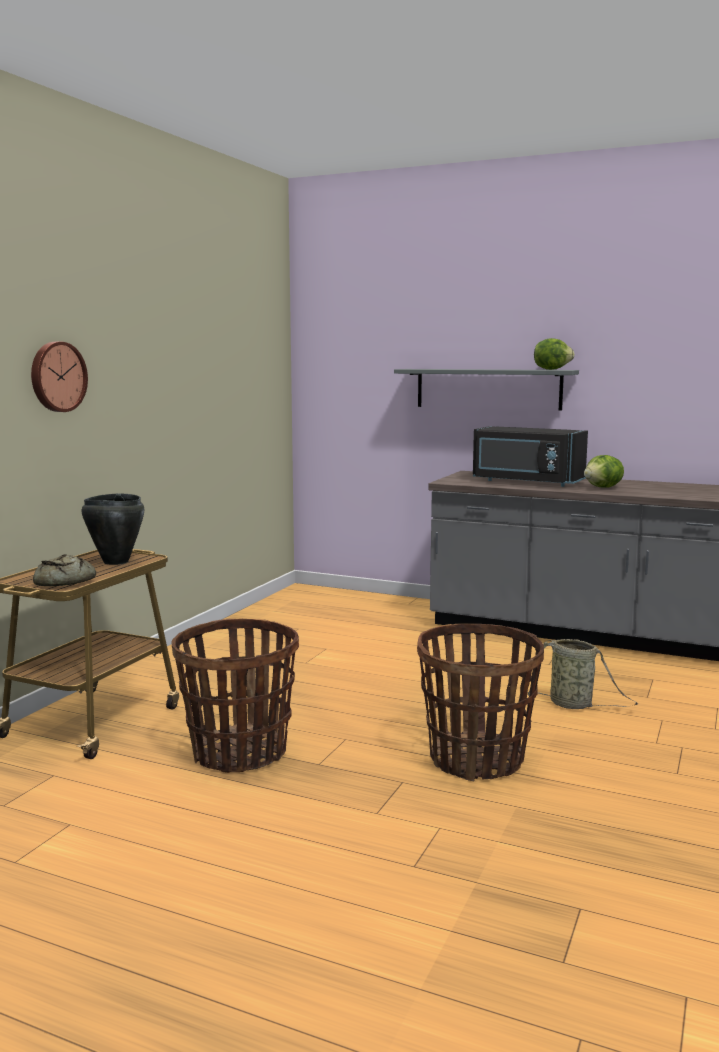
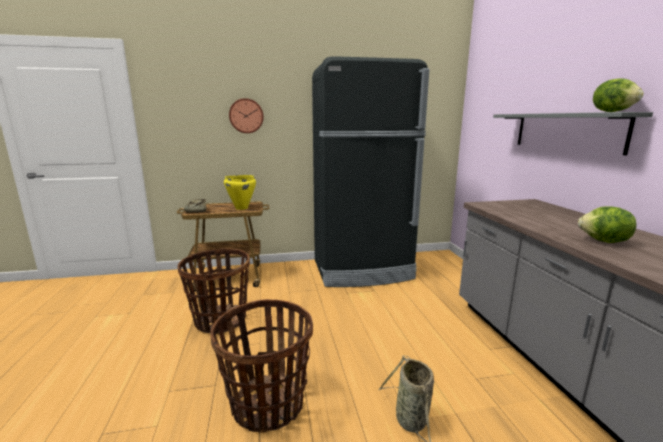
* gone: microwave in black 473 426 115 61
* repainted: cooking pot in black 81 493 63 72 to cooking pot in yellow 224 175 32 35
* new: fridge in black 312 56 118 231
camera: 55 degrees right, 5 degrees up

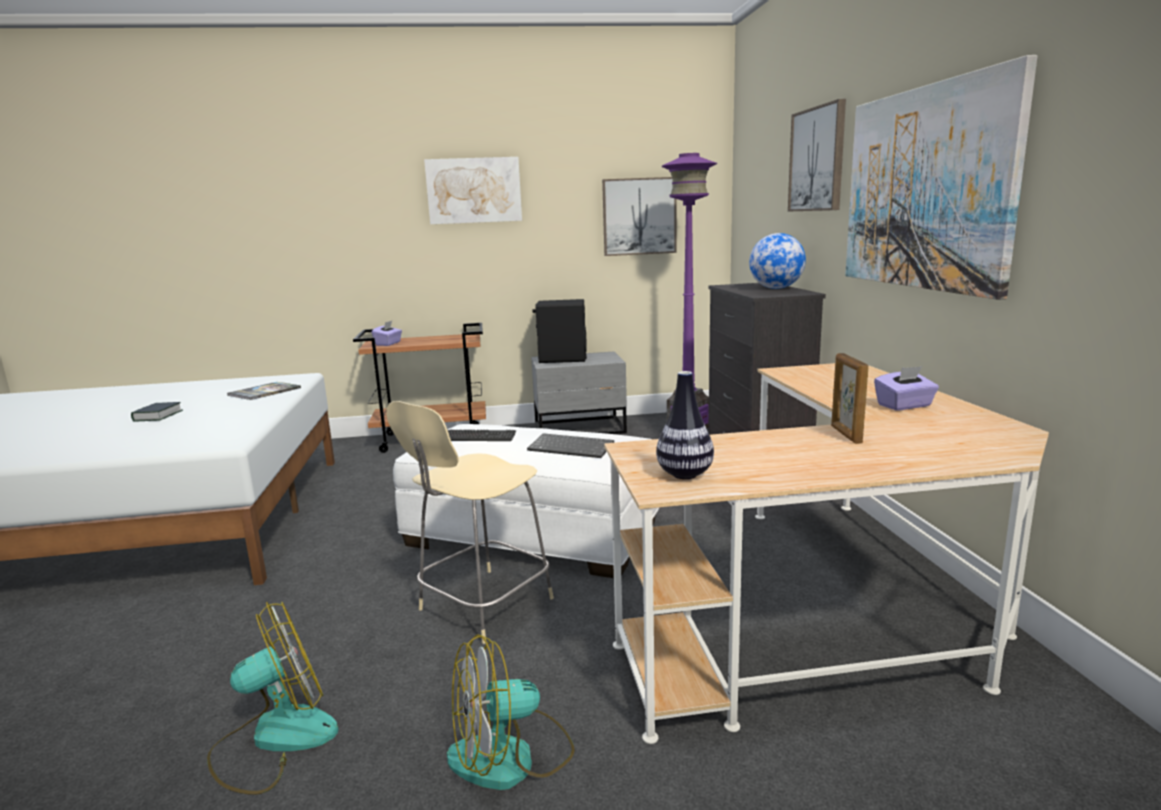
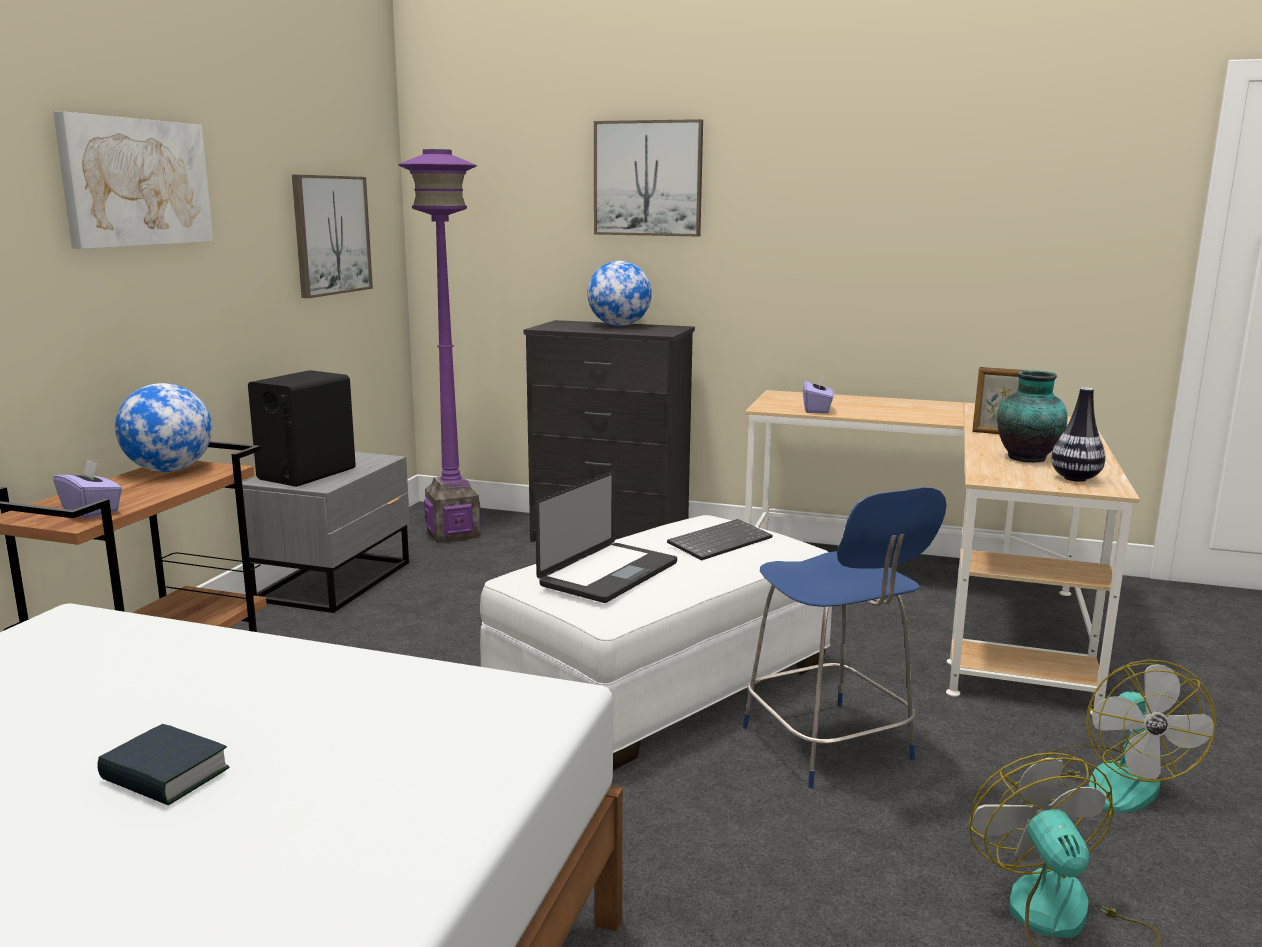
* gone: picture 845 55 192 245
* shifted: tissue box in purple 874 366 65 45 to 803 375 31 39
* gone: book 227 382 74 18
* repainted: chair in beige 386 401 168 243 to chair in blue 743 487 204 301
* swapped: keyboard 448 430 68 11 to laptop 535 470 142 133
* new: vase 997 370 71 92
* new: globe 115 383 97 89
camera: 65 degrees left, 0 degrees up

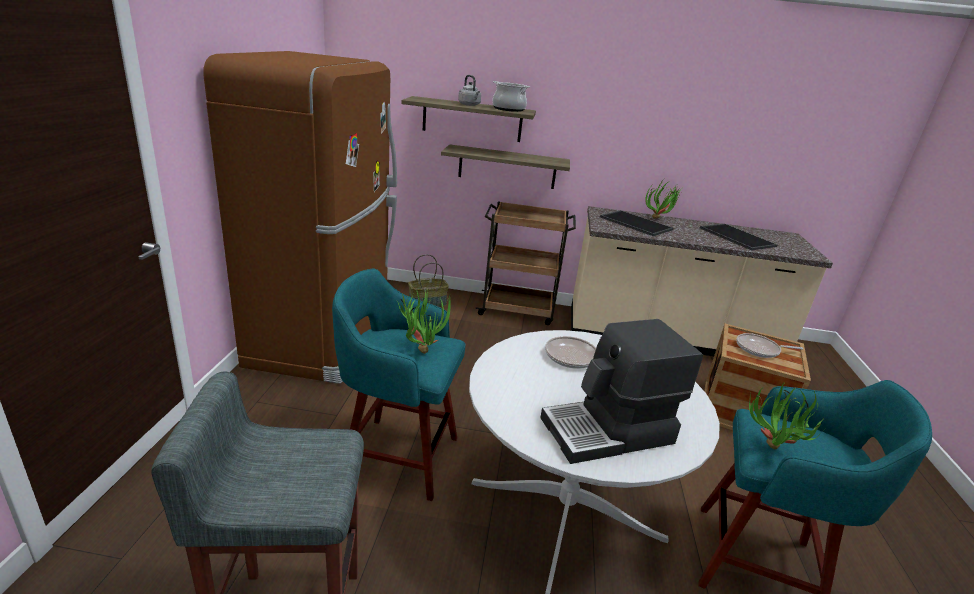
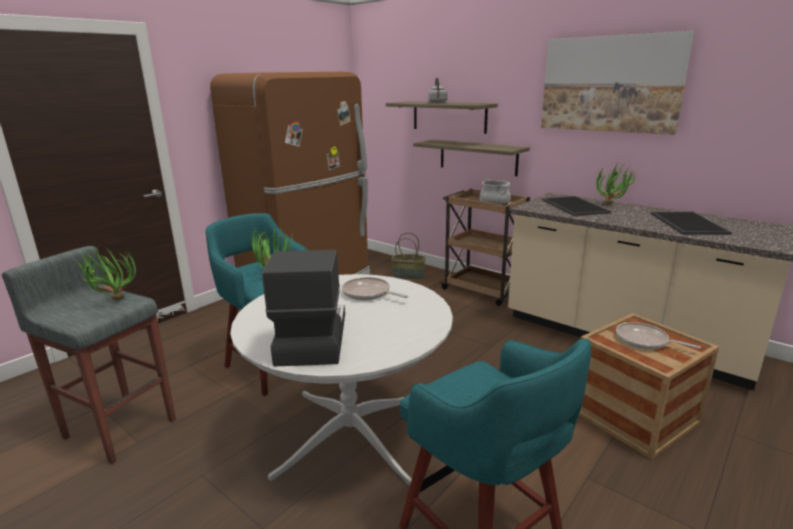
* shifted: cooking pot 492 81 38 31 to 480 179 31 26
* rotated: coffee machine 540 319 163 145 = 262 250 83 116 75 degrees clockwise
* shifted: potted plant 749 382 76 68 to 76 246 60 55
* new: picture 541 31 153 104
camera: 35 degrees right, 5 degrees down

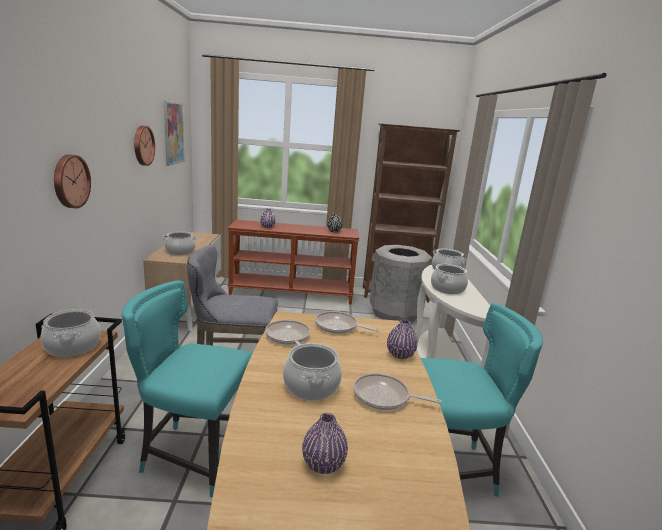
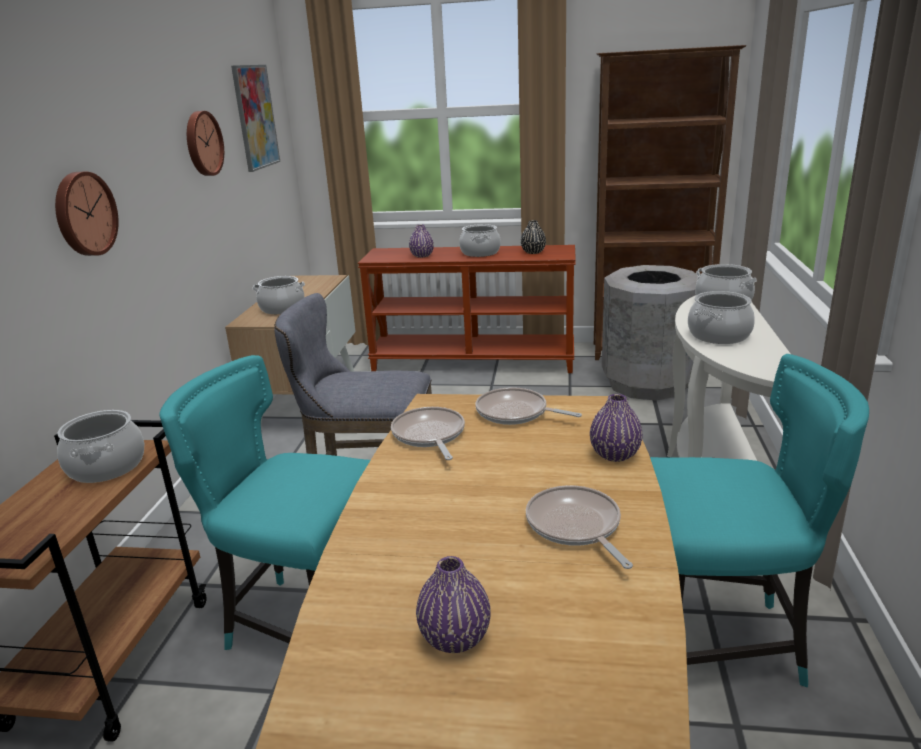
* shifted: cooking pot 283 343 59 58 to 459 224 42 33
* rotated: frying pan 353 373 89 37 = 526 485 107 84 45 degrees clockwise
camera: 10 degrees right, 5 degrees up

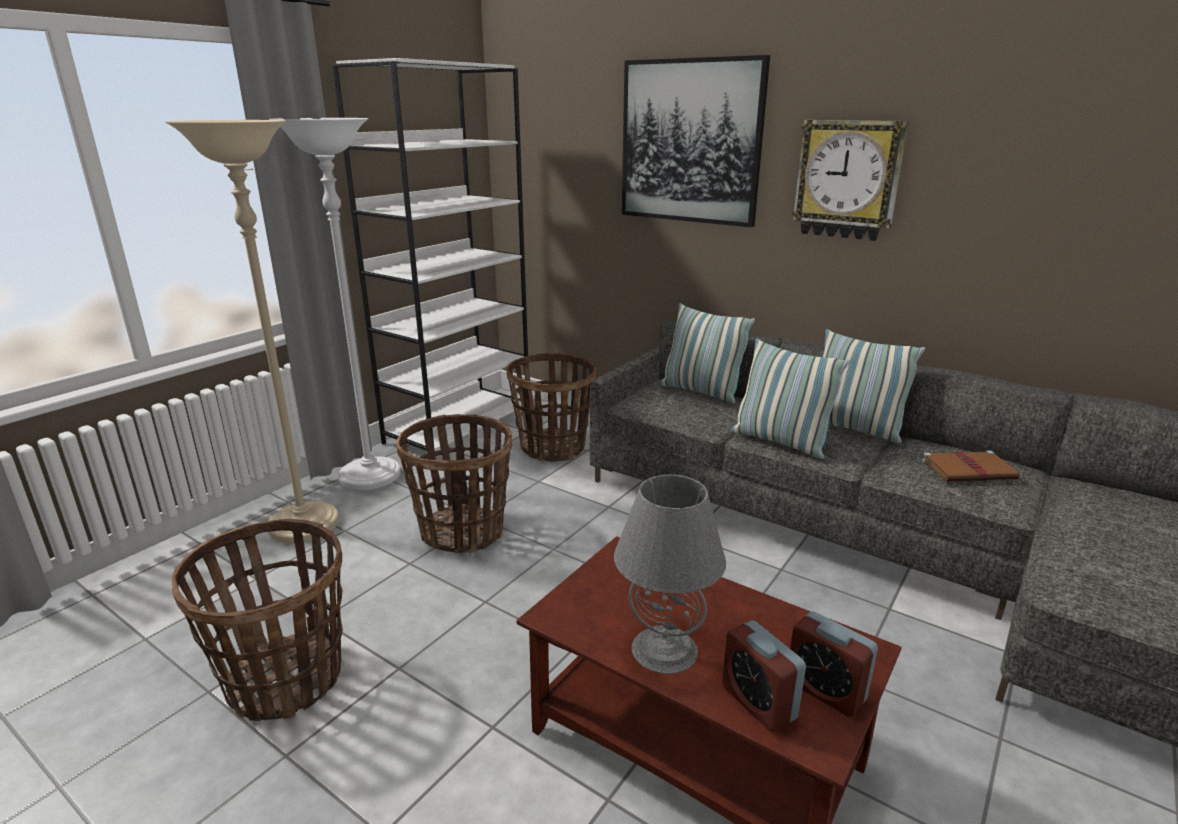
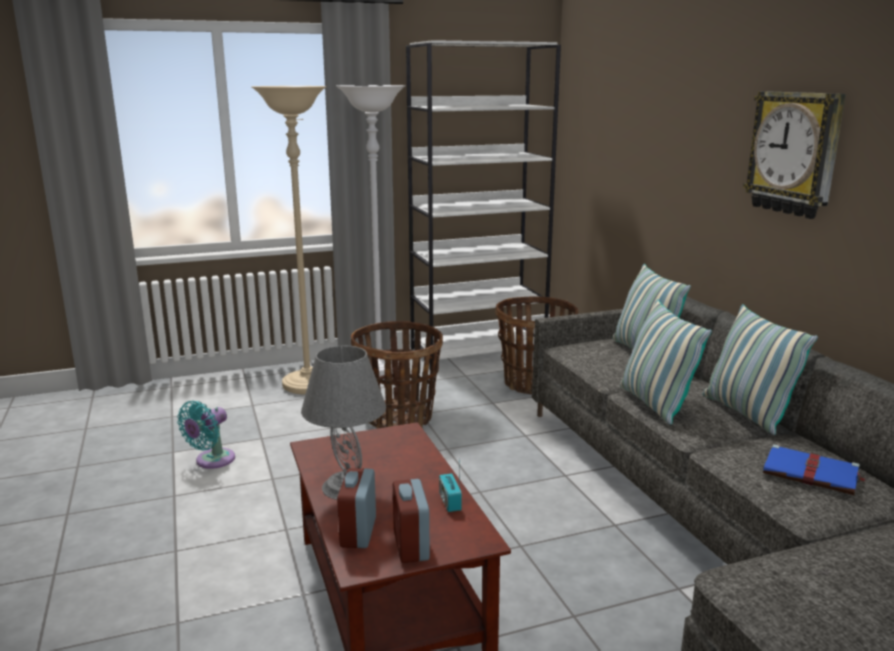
* gone: picture 622 55 148 172
* repainted: book in brown 922 451 97 31 to book in blue 763 444 102 51
* swapped: basket 172 519 171 202 to fan in turquoise 177 401 58 68
* new: radio 439 466 23 46
camera: 35 degrees right, 5 degrees down

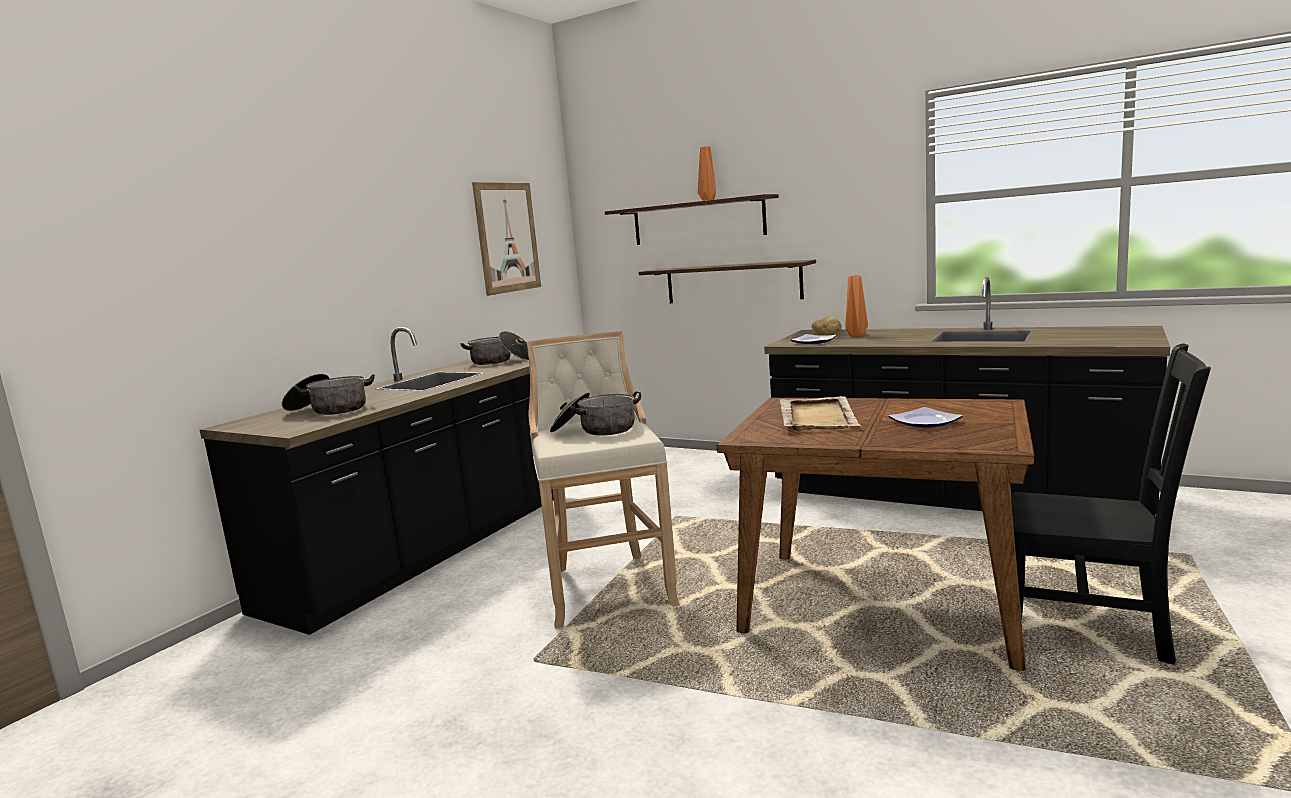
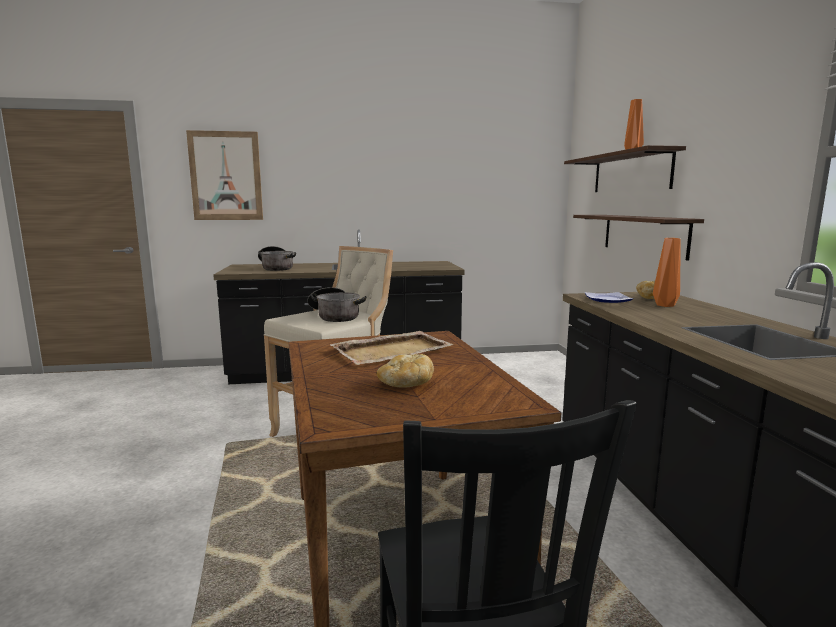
* shifted: picture 472 182 69 114 to 186 130 77 90
* gone: cooking pot 460 331 69 34
* swapped: plate 888 407 75 21 to bread 377 354 57 33
camera: 50 degrees right, 0 degrees up

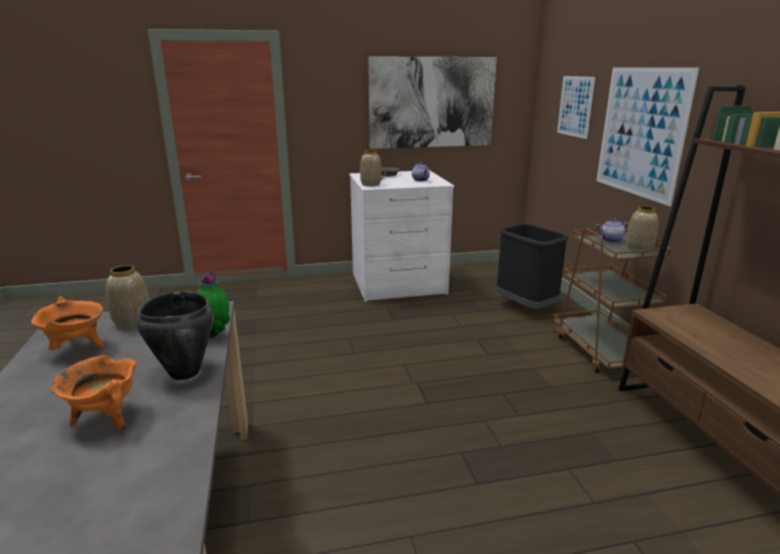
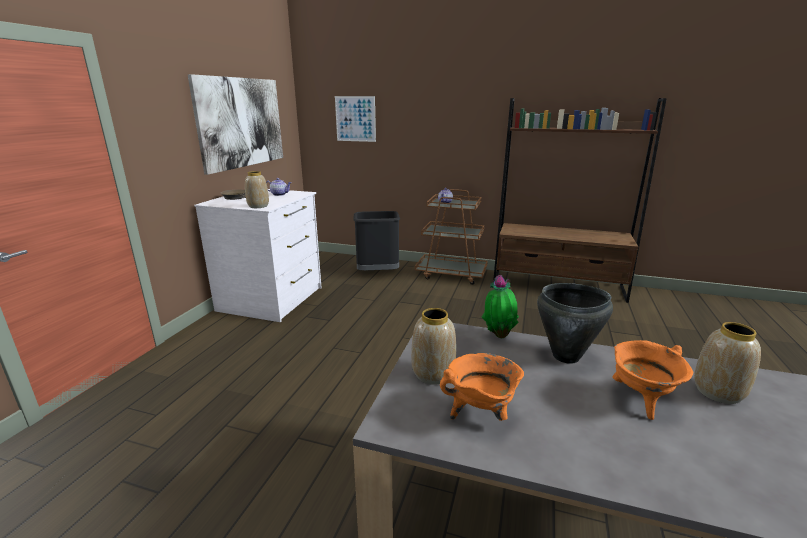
* gone: picture 596 67 103 139
* shifted: vase 626 206 32 45 to 694 322 67 82
camera: 60 degrees left, 0 degrees up

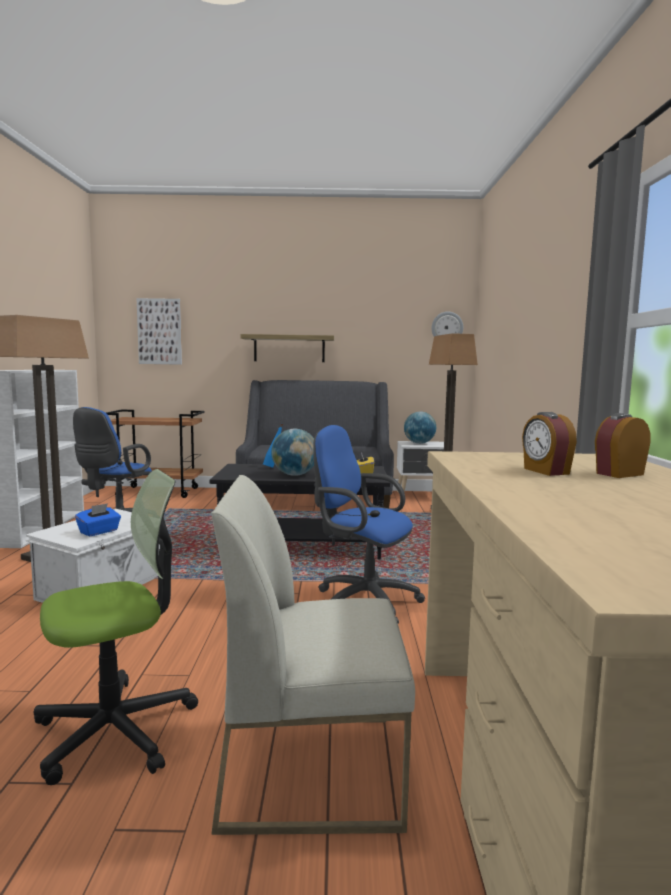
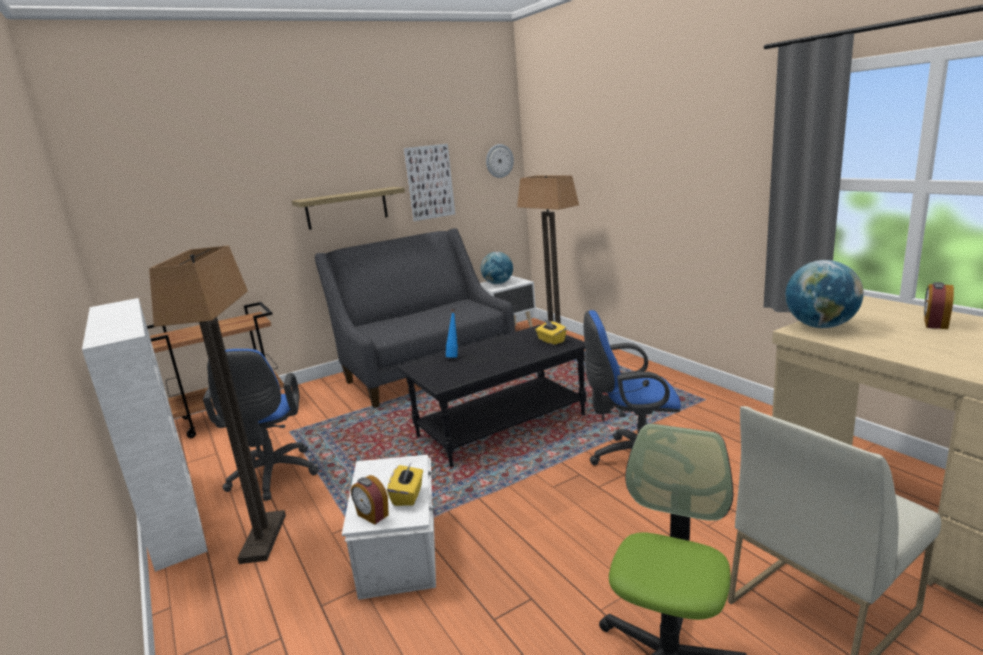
* shifted: picture 137 298 45 67 to 404 144 51 77
* shifted: alarm clock 522 412 55 64 to 351 475 38 49
* shifted: globe 271 429 43 47 to 785 260 79 68
* repainted: tissue box in blue 75 503 46 33 to tissue box in yellow 387 463 36 43
camera: 30 degrees left, 10 degrees up

